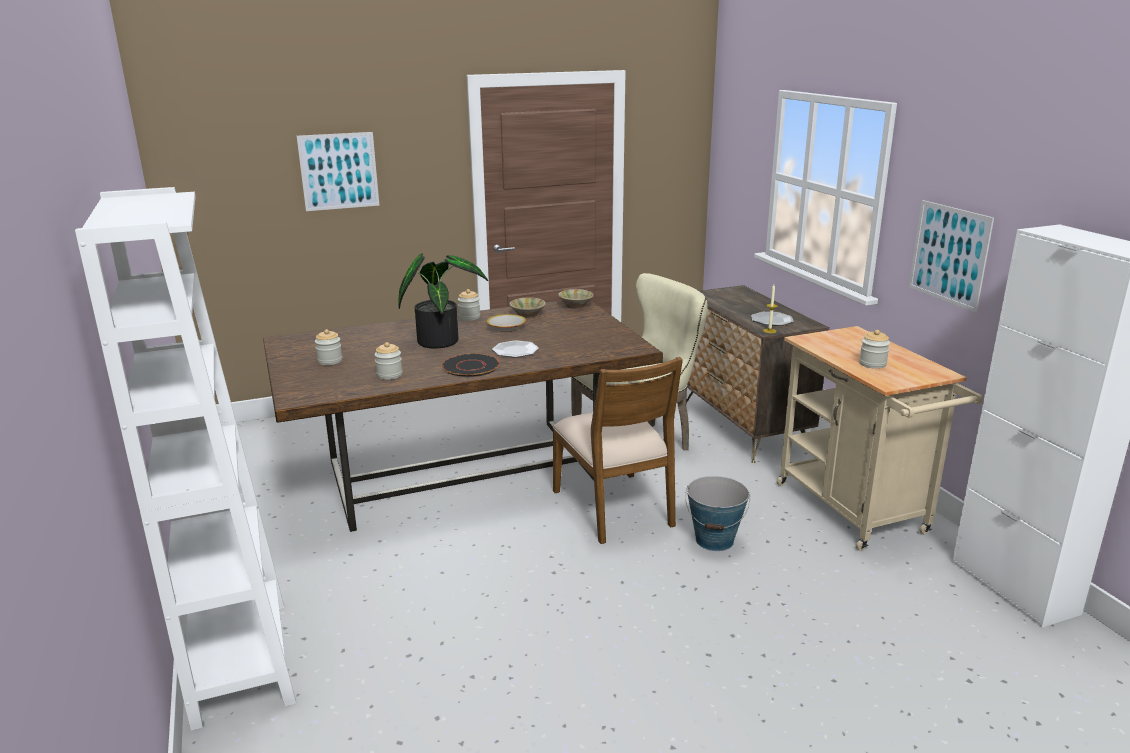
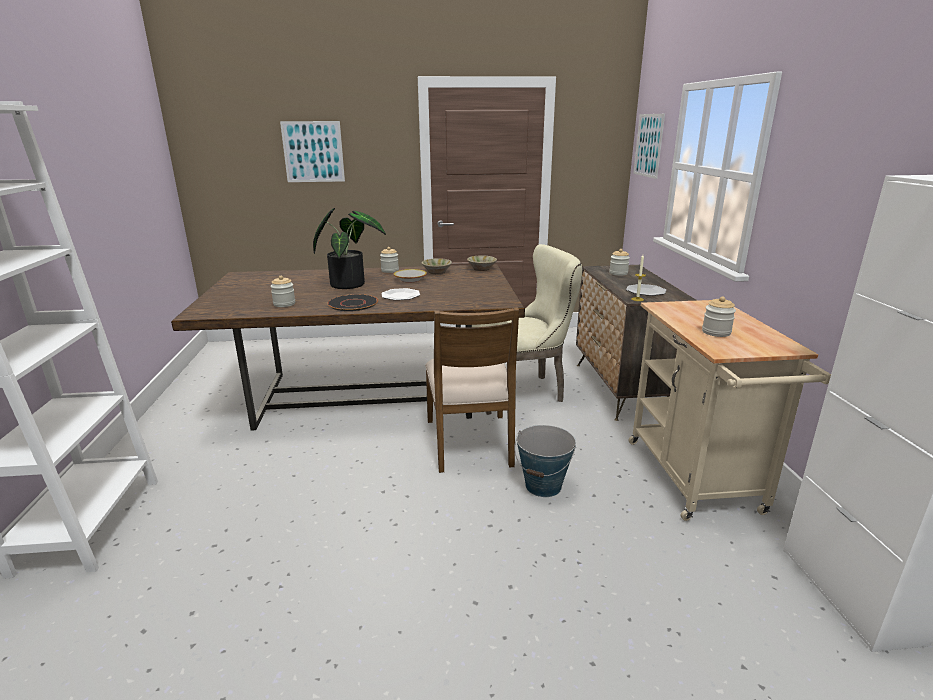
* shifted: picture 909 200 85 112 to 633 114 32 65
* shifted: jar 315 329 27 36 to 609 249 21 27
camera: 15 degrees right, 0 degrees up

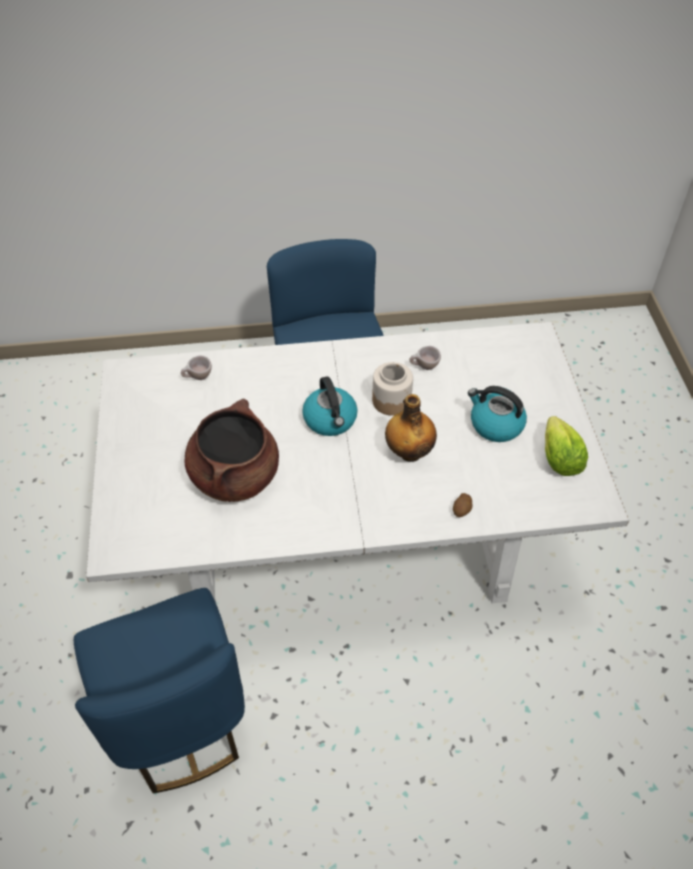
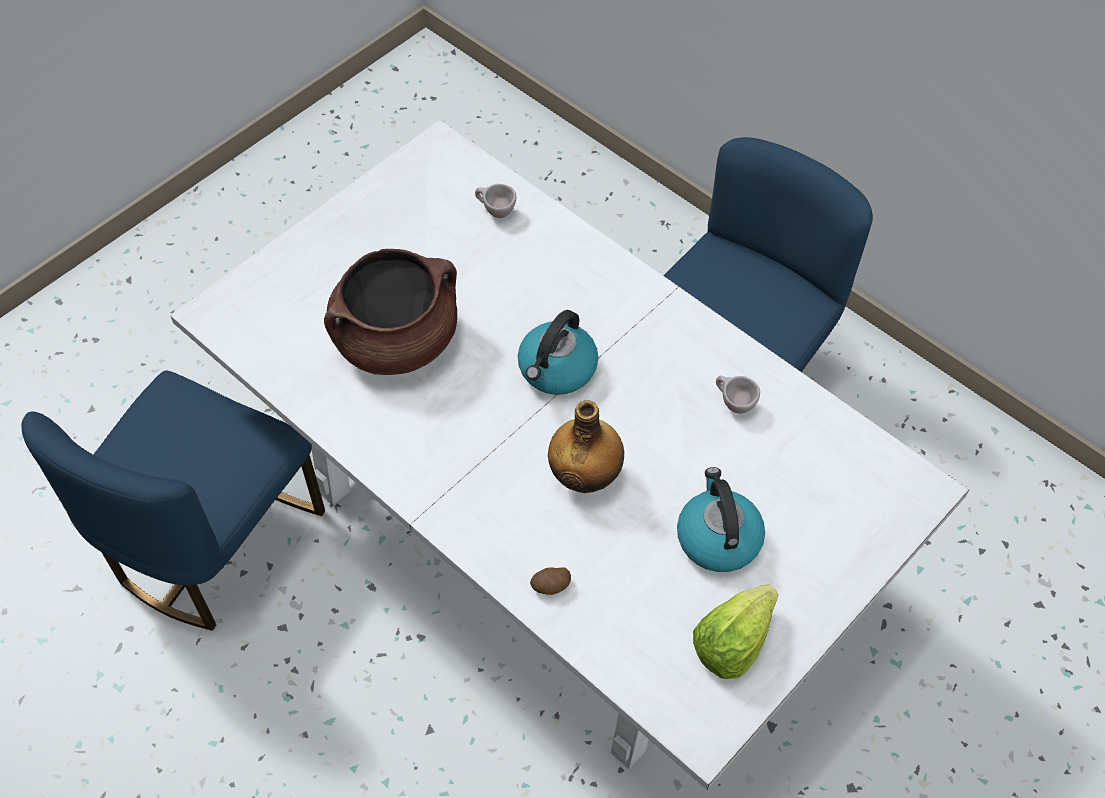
* gone: jar 372 362 41 54
camera: 50 degrees right, 5 degrees up

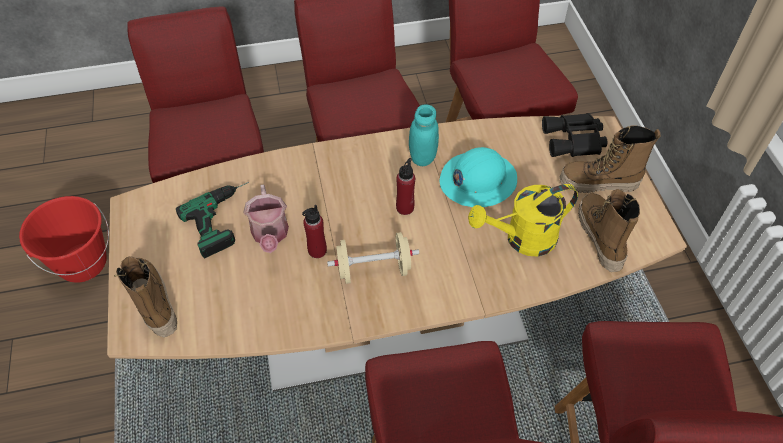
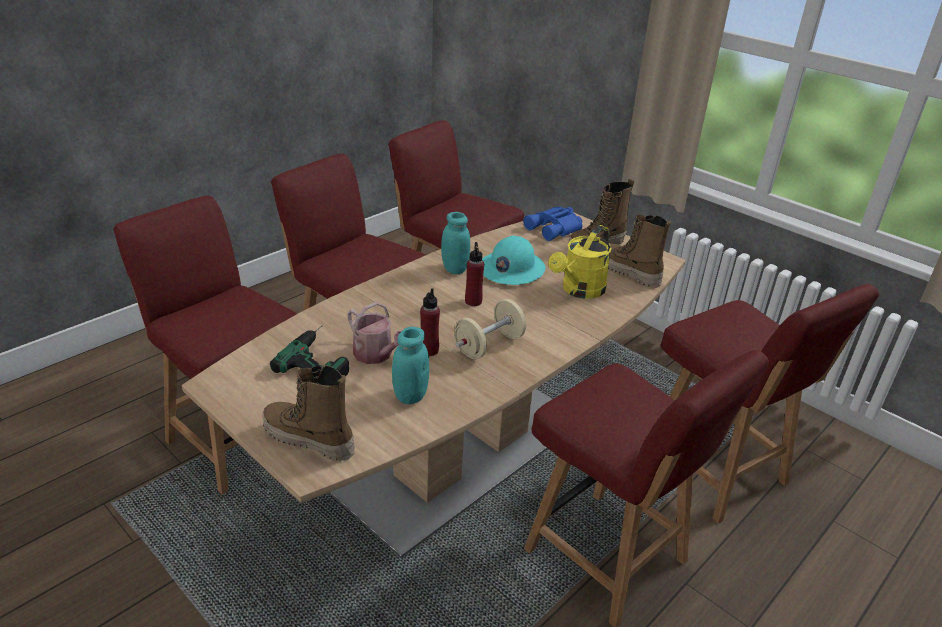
* repainted: binoculars in black 542 113 65 44 to binoculars in blue 523 207 59 34
* gone: bucket in red 19 196 90 87
* new: jar in turquoise 392 327 37 77
camera: 35 degrees left, 20 degrees down

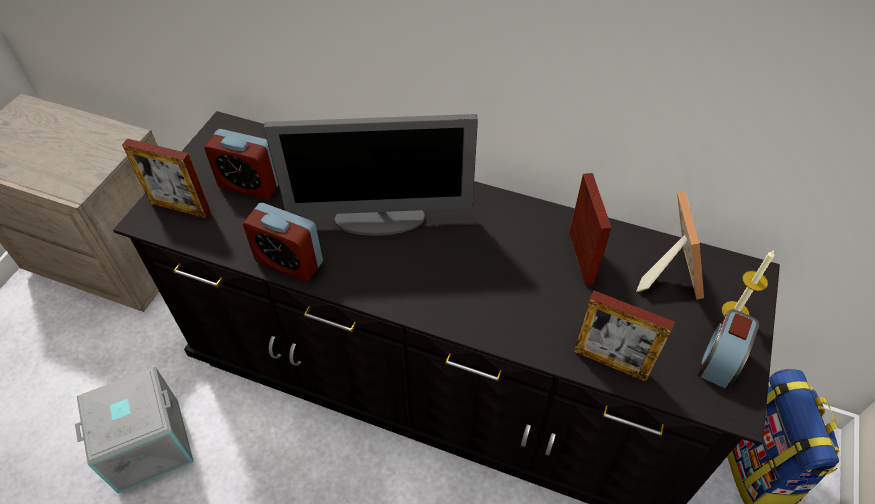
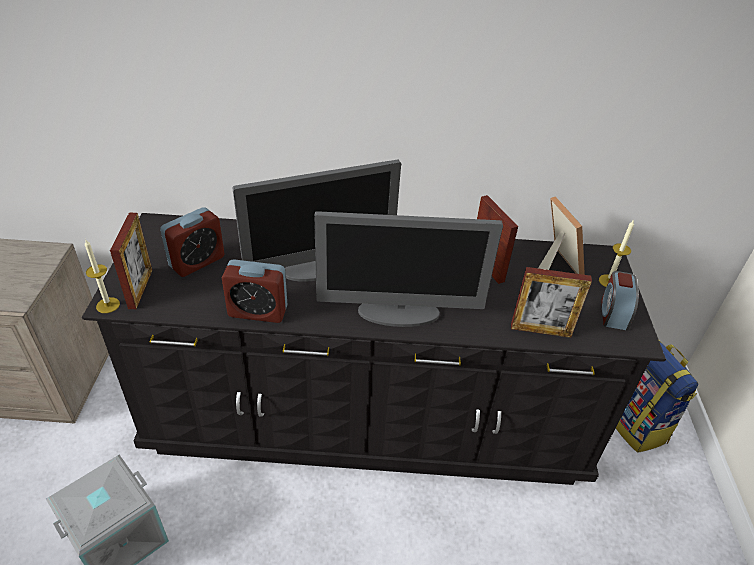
* rotated: alarm clock 204 129 74 70 = 160 207 65 70 45 degrees counterclockwise
* rotated: picture frame 122 139 89 80 = 110 213 42 96 90 degrees counterclockwise
* new: monitor 314 211 189 116
* new: candle 85 240 35 73
camera: 20 degrees left, 10 degrees down

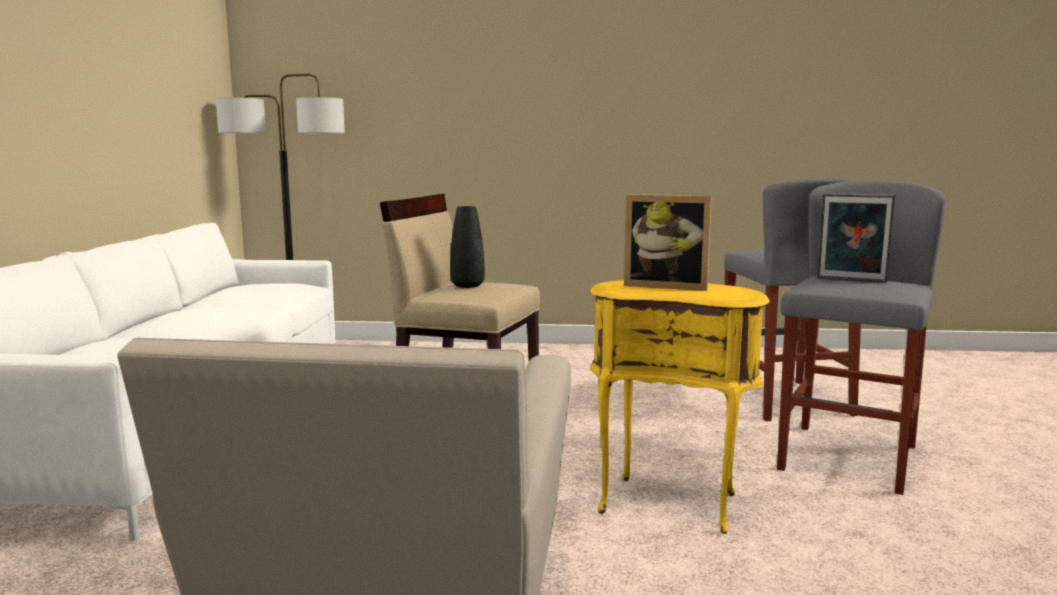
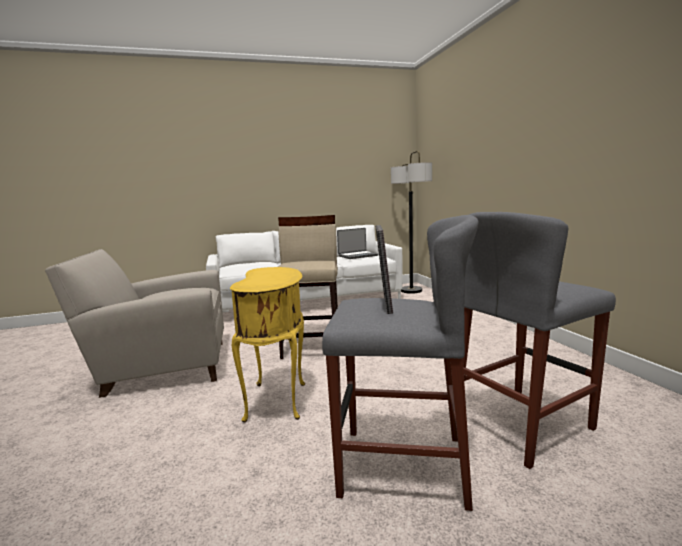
* gone: picture frame 624 194 88 97
* gone: vase in black 450 206 35 82
* new: laptop 337 228 41 31
camera: 70 degrees right, 0 degrees up

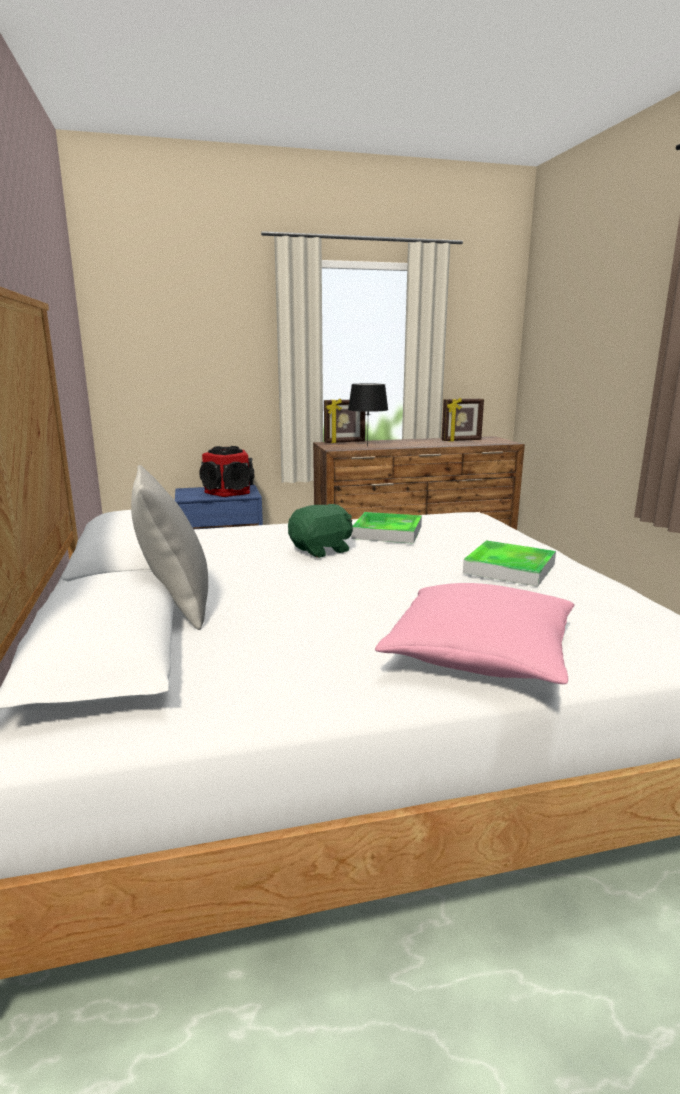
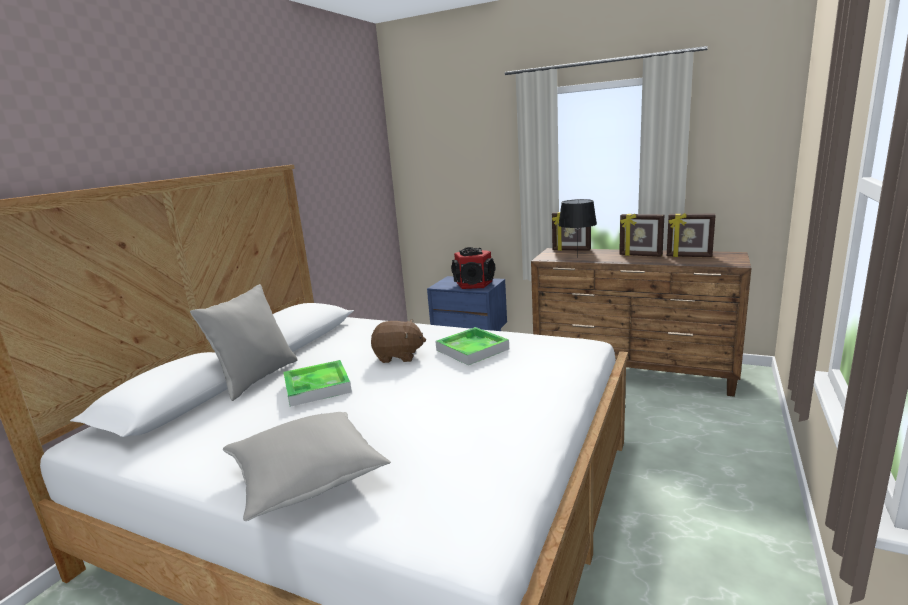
* repainted: plush toy in green 288 504 65 54 to plush toy in brown 371 320 55 43
* shifted: tray 463 540 93 47 to 284 360 68 47
* repainted: pillow in pink 375 583 199 101 to pillow in grey 223 412 168 109
* new: picture frame 619 214 45 43
camera: 40 degrees right, 0 degrees up

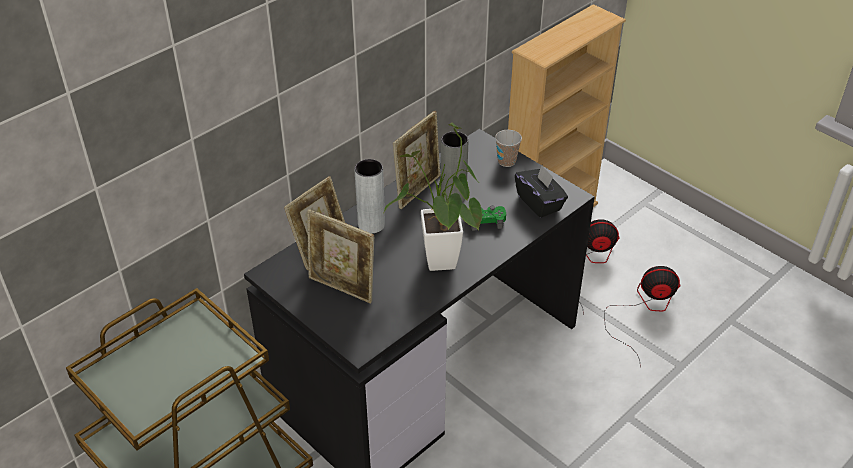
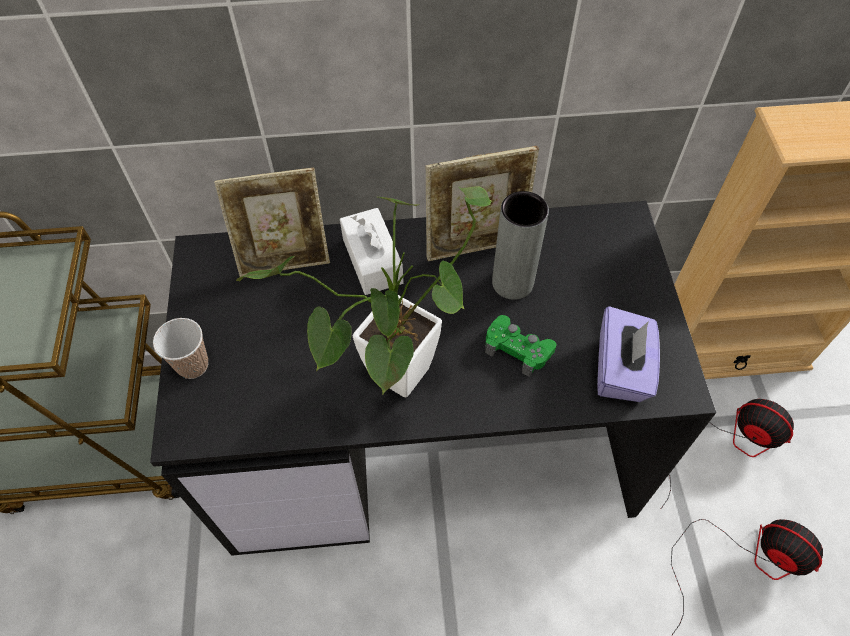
* shifted: cup 495 130 27 37 to 153 318 55 61
* swapped: vase in grey 354 159 31 75 to tissue box in white 340 208 64 87
* repainted: tissue box in black 515 165 53 53 to tissue box in purple 597 306 63 96
* gone: picture frame 307 209 67 94
camera: 40 degrees right, 15 degrees up

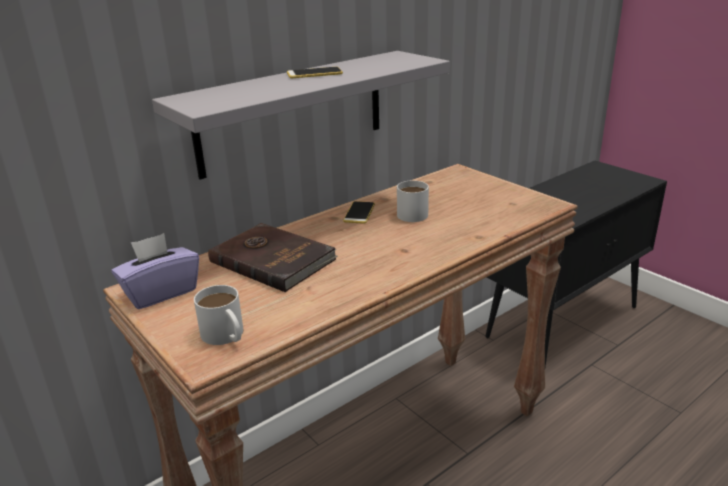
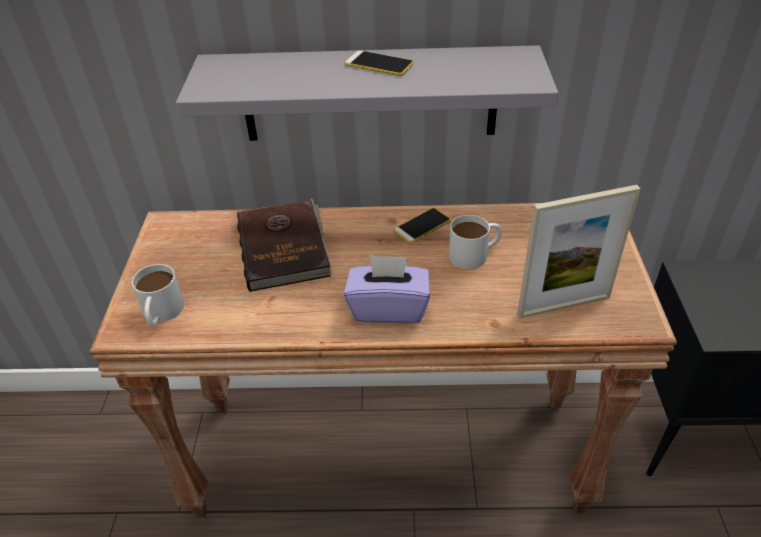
* shifted: tissue box in purple 111 233 88 76 to 344 255 86 68
* new: picture frame 517 185 124 133
camera: 40 degrees right, 15 degrees up

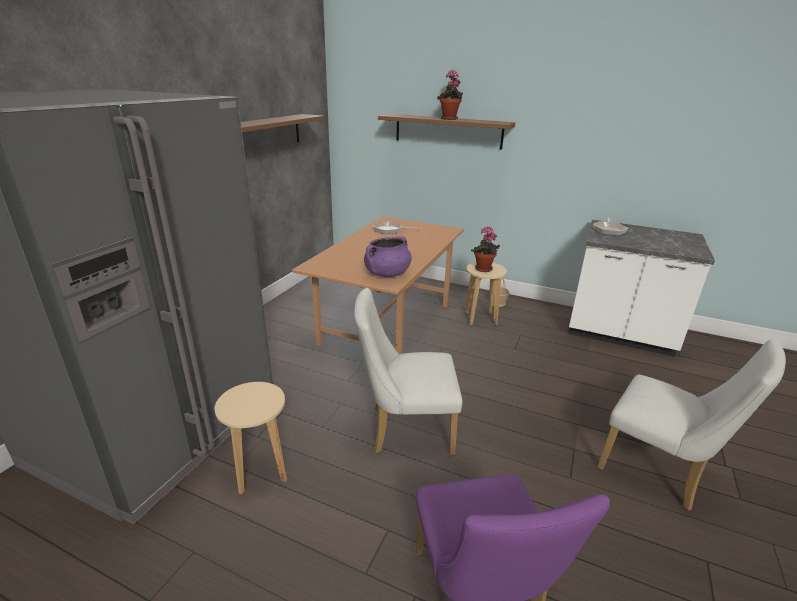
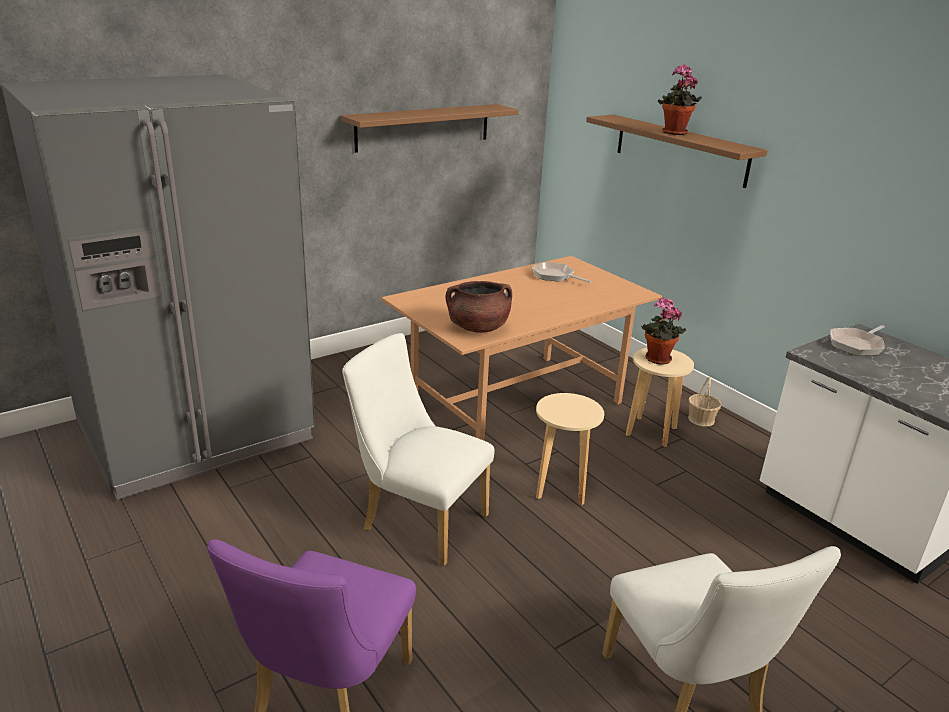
* repainted: cooking pot in purple 364 236 48 41 to cooking pot in brown 446 281 66 52
* shifted: stool in beige 215 382 72 112 to 536 393 68 112
camera: 30 degrees right, 0 degrees up

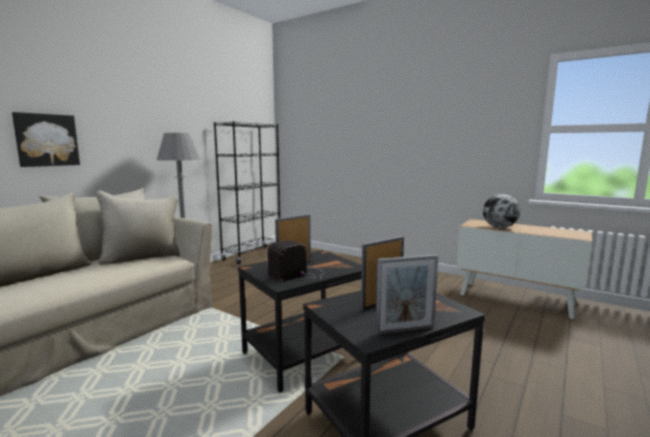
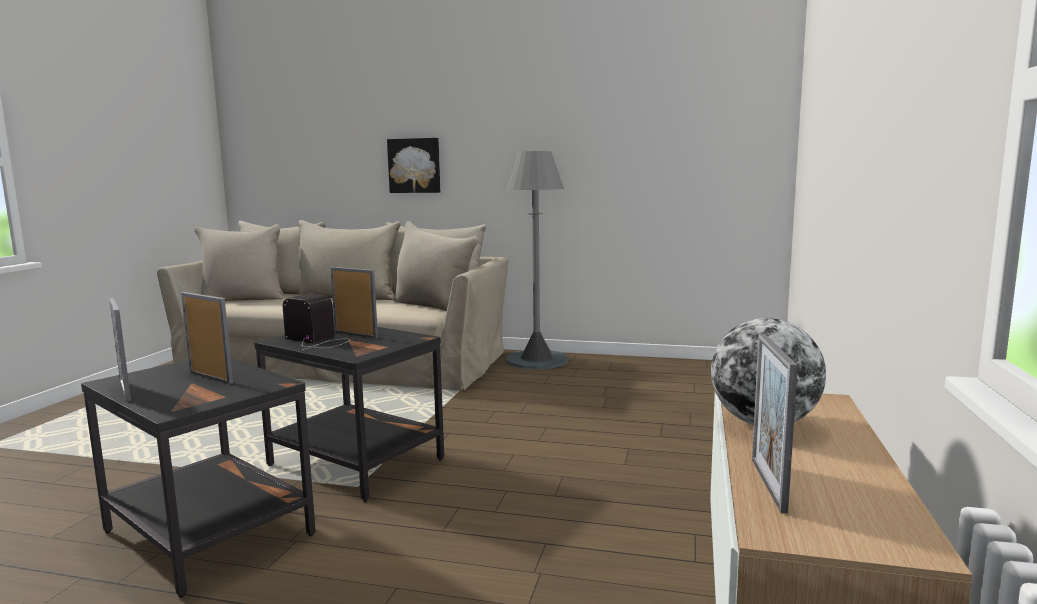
* gone: bookcase in black 214 121 66 143
* new: picture frame 752 334 46 180
camera: 70 degrees right, 0 degrees up

